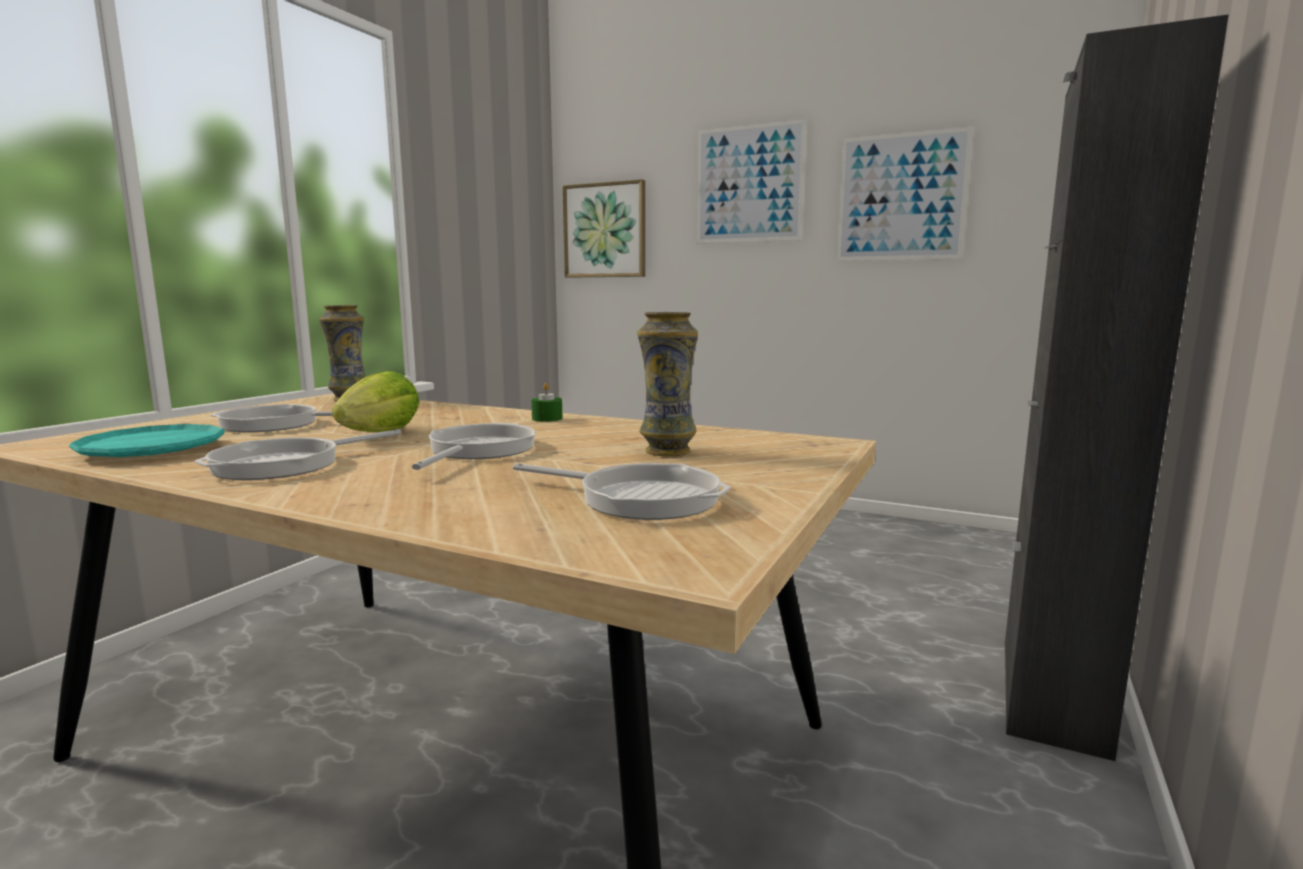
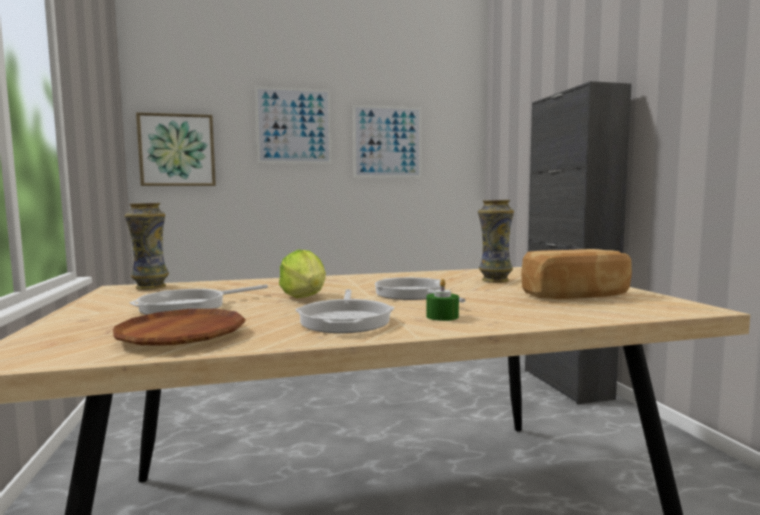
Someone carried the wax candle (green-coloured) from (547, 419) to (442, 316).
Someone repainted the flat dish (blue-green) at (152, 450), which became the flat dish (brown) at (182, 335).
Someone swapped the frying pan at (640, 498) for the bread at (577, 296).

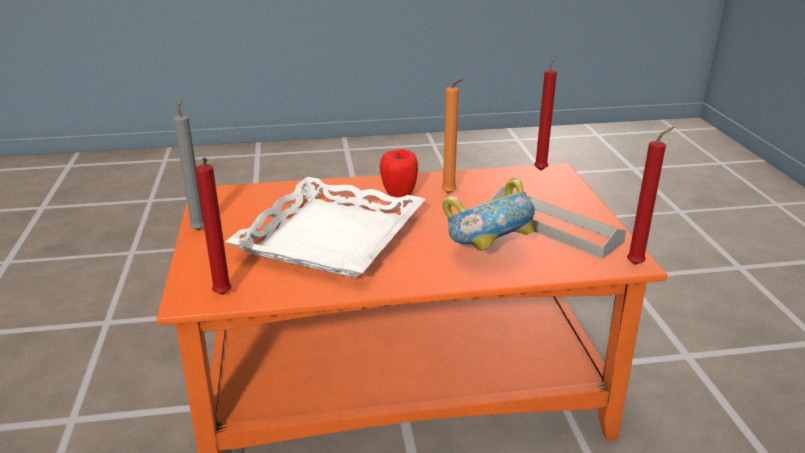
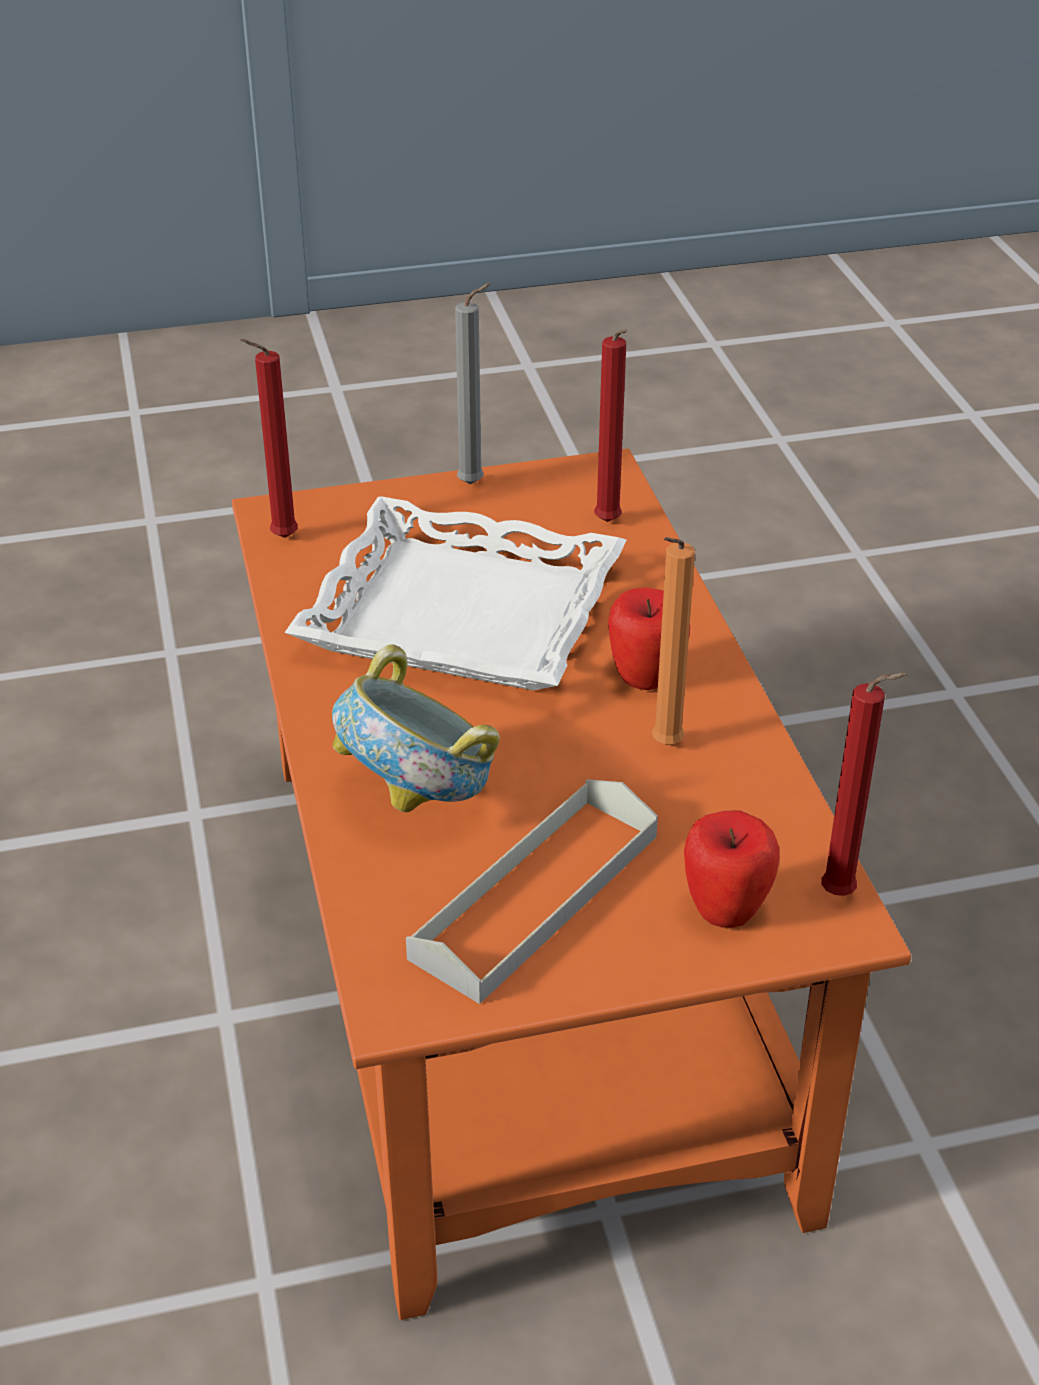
Someone carried the wax candle (red-coloured) from (637, 264) to (609, 524).
Someone put down the whole apple at (725, 911).

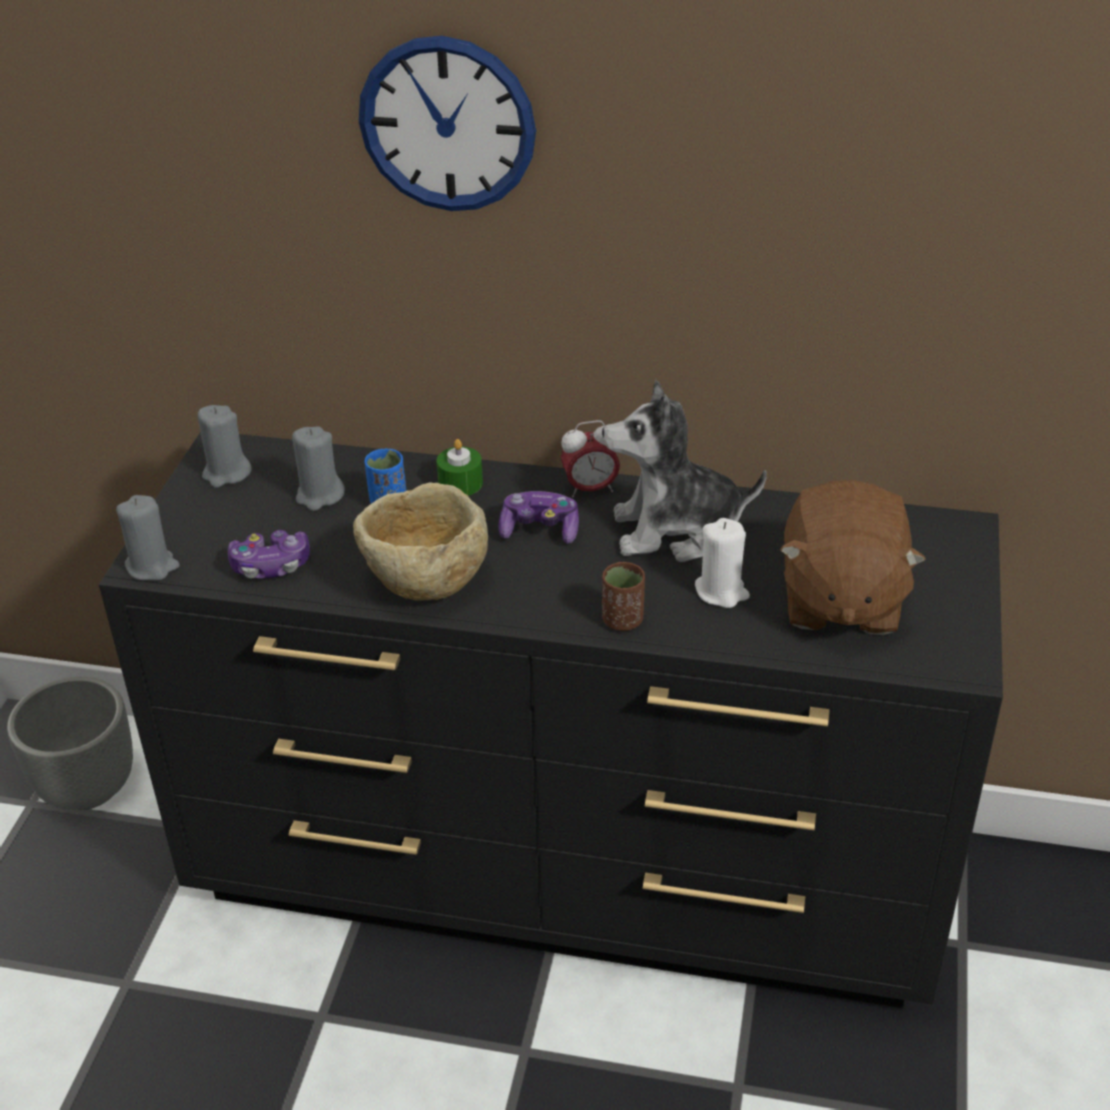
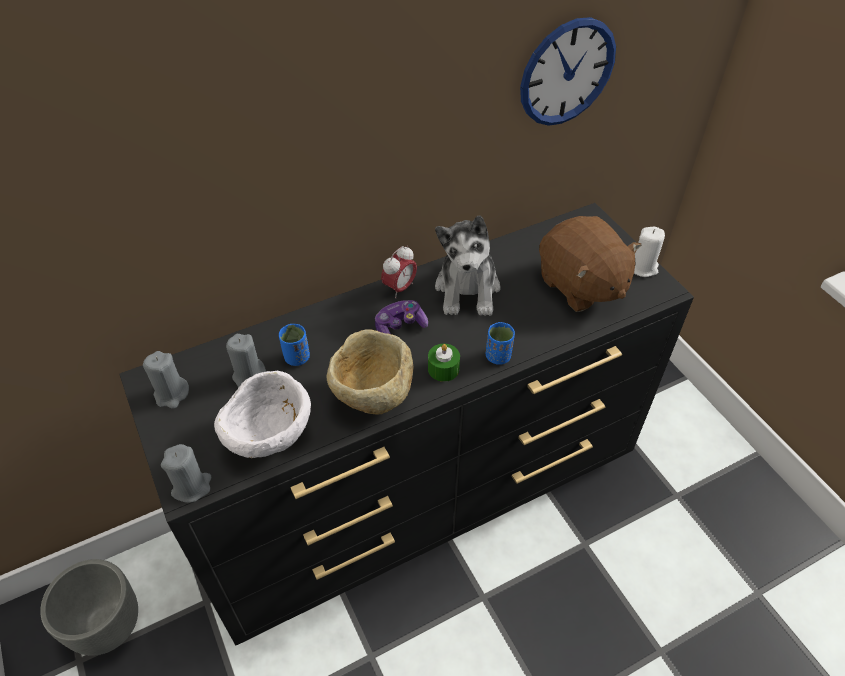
Someone carried the wall clock from (447, 124) to (567, 72).
Someone rotated the cuddly toy at (676, 530) by 45 degrees counterclockwise.
Someone carried the wax candle (green-coloured) from (460, 483) to (443, 369).
Someone carried the wax candle (white-coloured) from (721, 591) to (643, 267).
Someone swapped the game controller at (271, 566) for the serving bowl (white-coloured) at (270, 439).
Someone repainted the drinking cup (brown) at (622, 620), which became the drinking cup (bluish) at (498, 356).

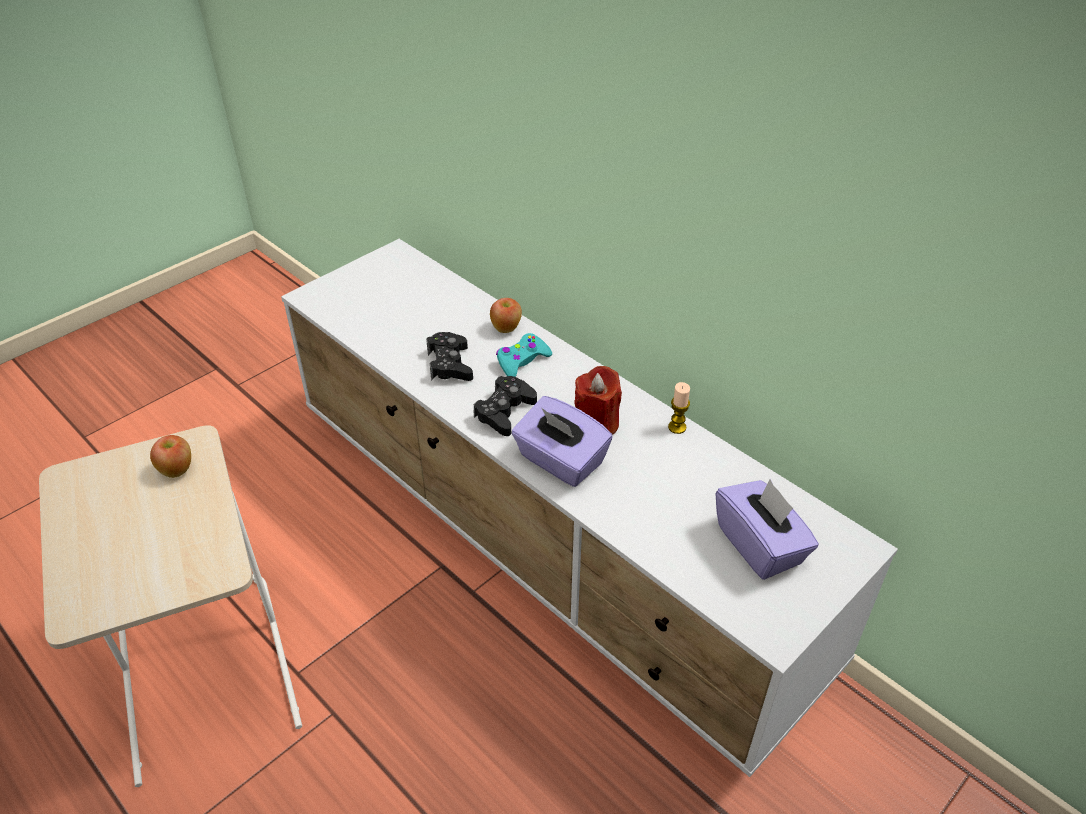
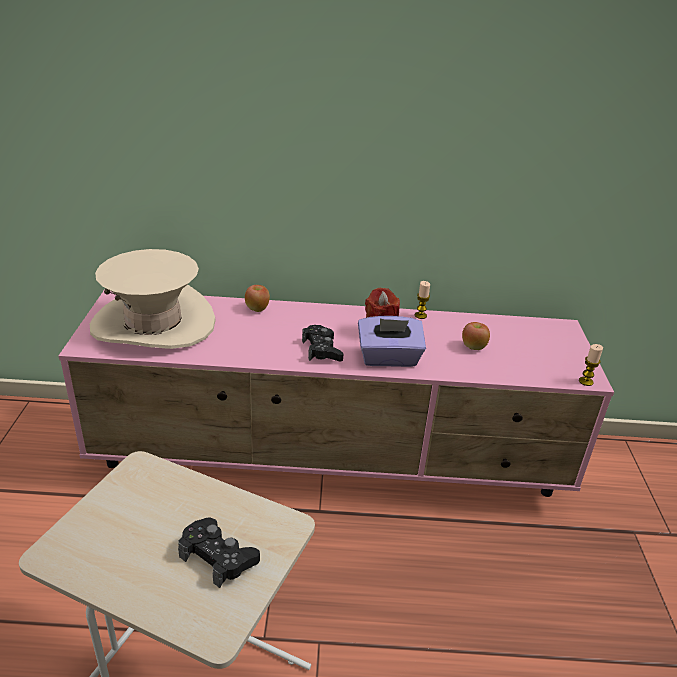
Someone repainted the media console (white-coloured) at (545, 549), which became the media console (pinkish) at (333, 461).
Someone carried the game controller (black) from (450, 364) to (218, 557).
Someone took away the game controller (blue-green) at (522, 361).
Someone carried the whole apple from (177, 470) to (473, 347).
Someone took away the tissue holder (purple) at (760, 545).
Someone put down the wearable hat (beige) at (153, 324).
Someone put down the wax candle at (585, 381).

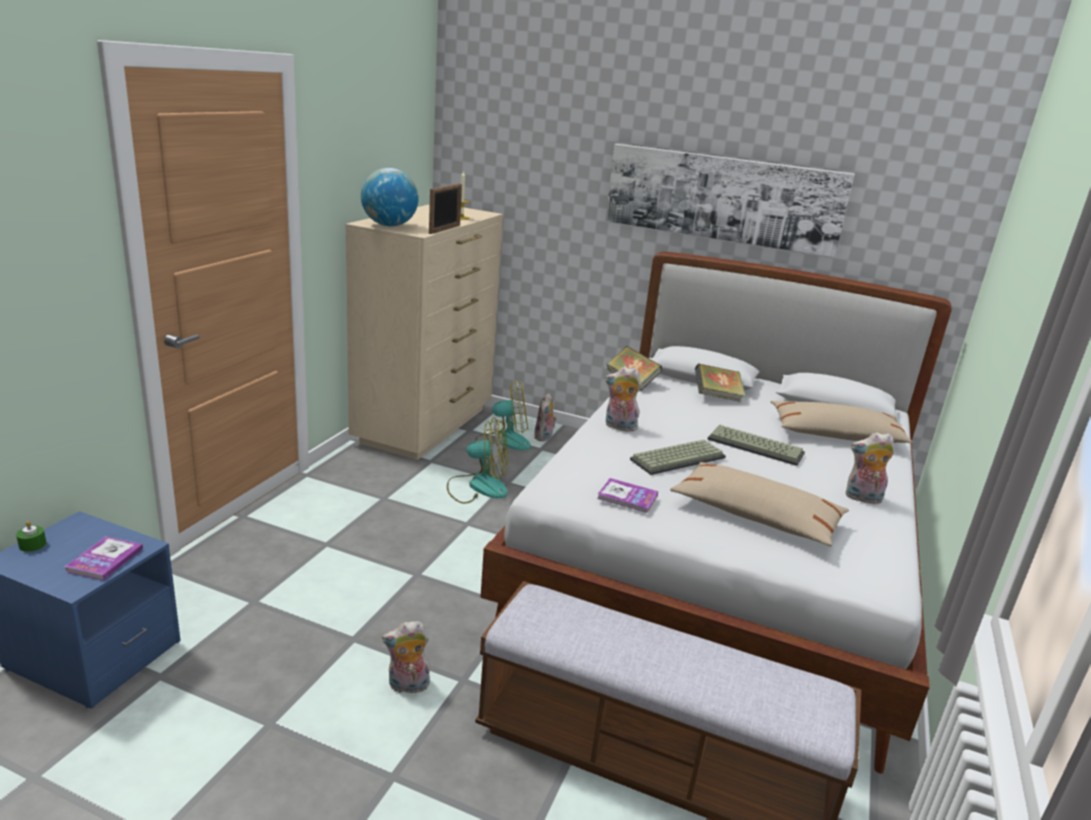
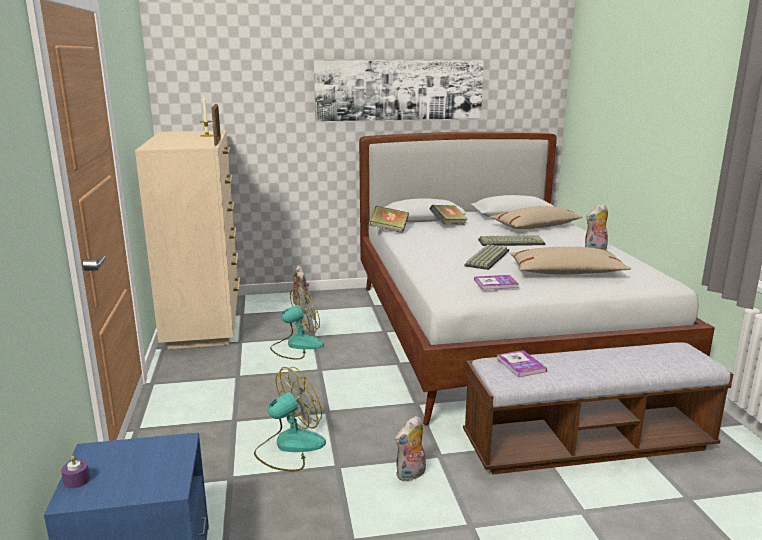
Someone took away the desk globe at (389, 225).
Someone took away the cuddly toy at (619, 427).
Someone carried the electric fan from (503, 442) to (289, 447).
Someone repainted the wax candle (green-coloured) at (32, 545), which became the wax candle (purple) at (77, 480).
Someone carried the bound book from (105, 560) to (520, 365).

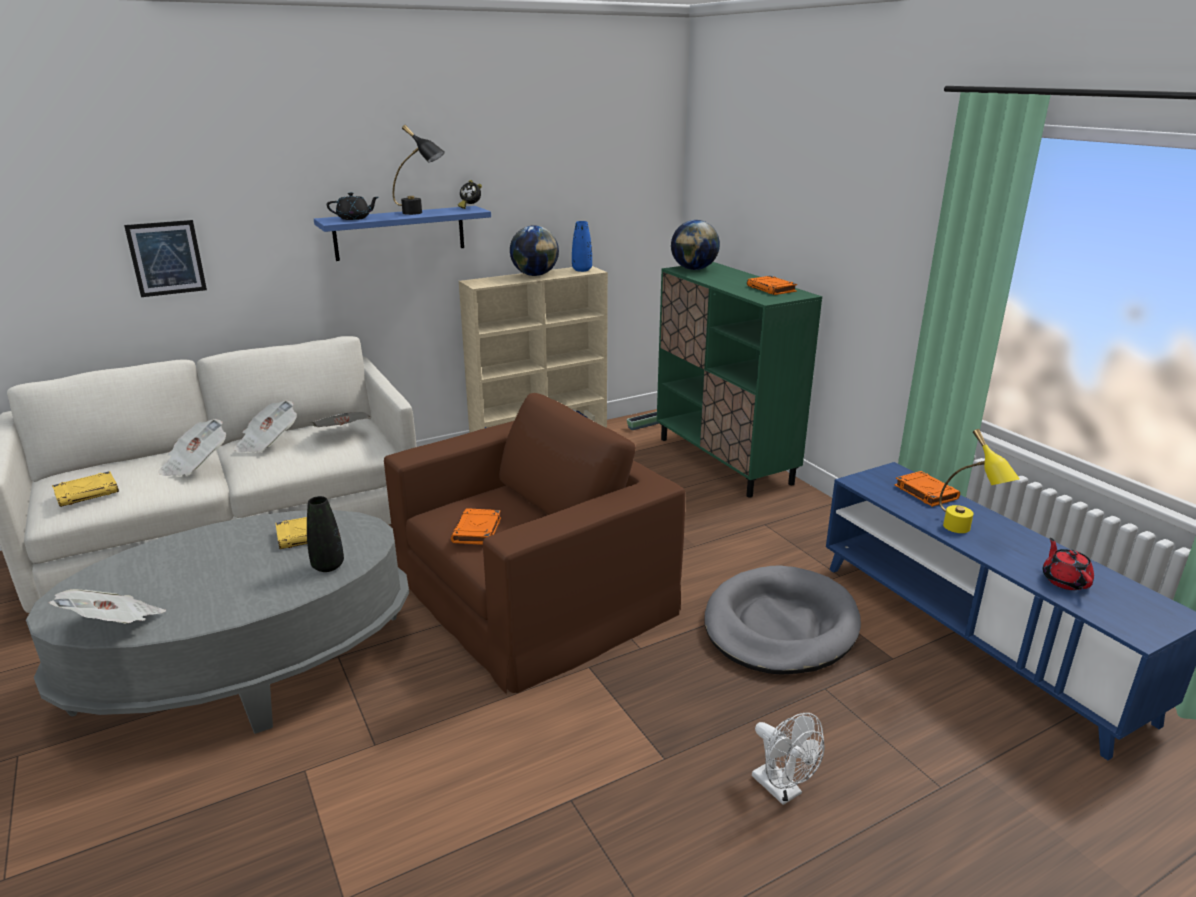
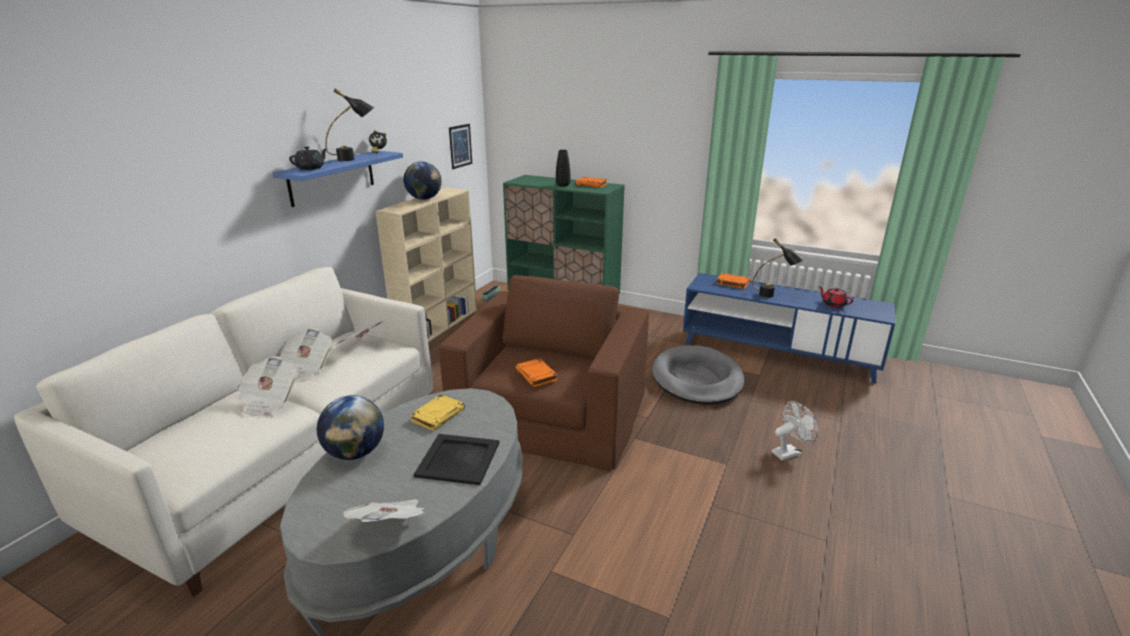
Someone carried the wall picture from (166, 258) to (460, 146).
Someone carried the desk globe from (694, 269) to (355, 452).
Someone took away the vase (bluish) at (582, 270).
Someone repainted the tabletop lamp (yellowish) at (966, 533), which became the tabletop lamp (black) at (773, 296).
Someone took away the bound book (yellowish) at (87, 493).
Someone carried the vase (black) from (328, 566) to (563, 185).
Someone rotated the electric fan (white-coloured) at (782, 790) by 45 degrees counterclockwise.
Someone put down the carrying tray (black) at (457, 459).

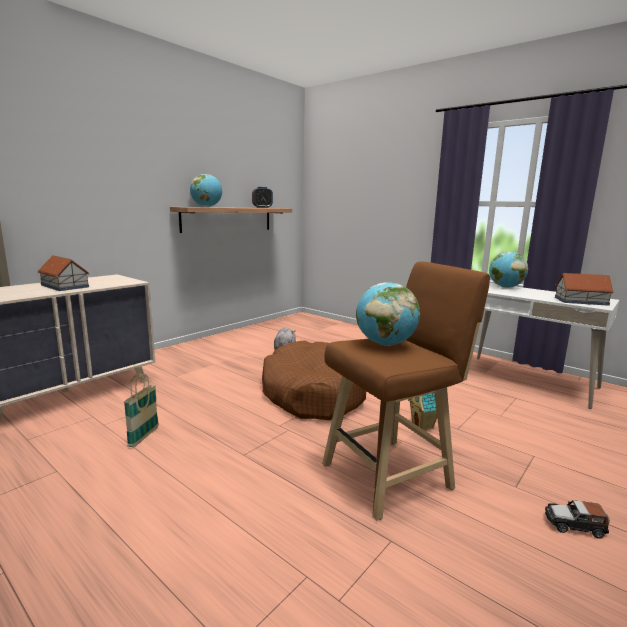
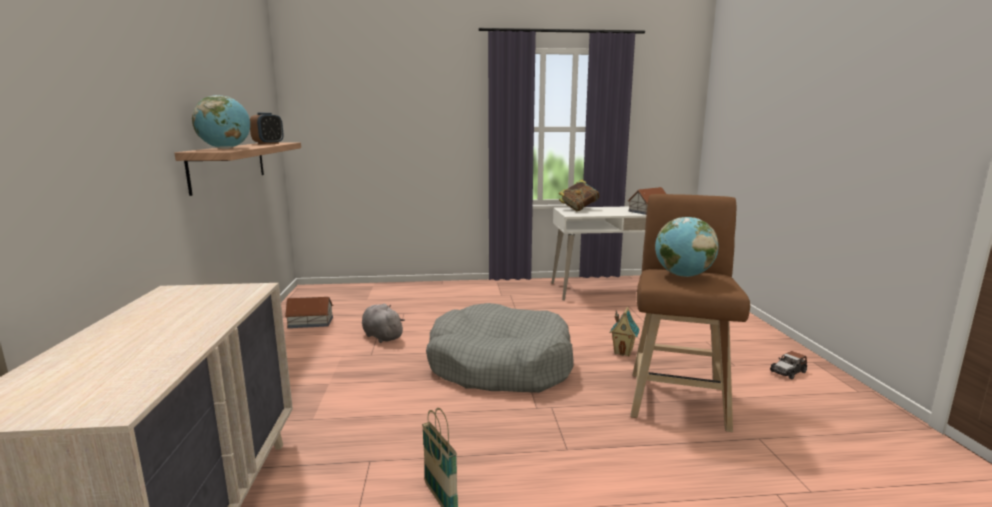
Someone swapped the desk globe at (505, 287) for the bound book at (578, 209).
Someone carried the model house from (65, 286) to (310, 322).
Someone repainted the dog cushion (brown) at (312, 393), which became the dog cushion (greyish) at (500, 365).

